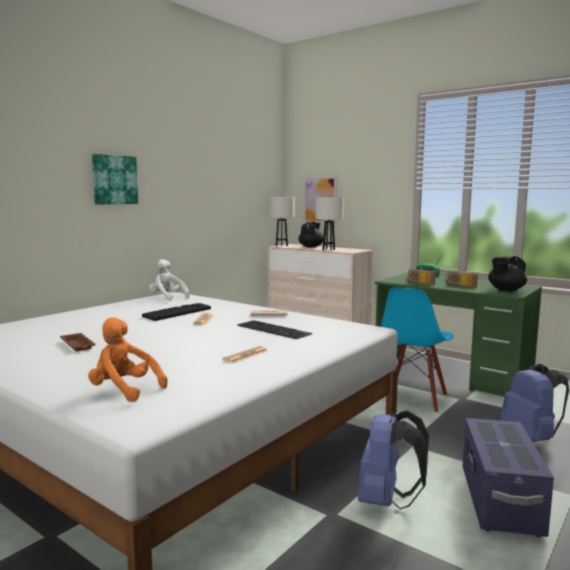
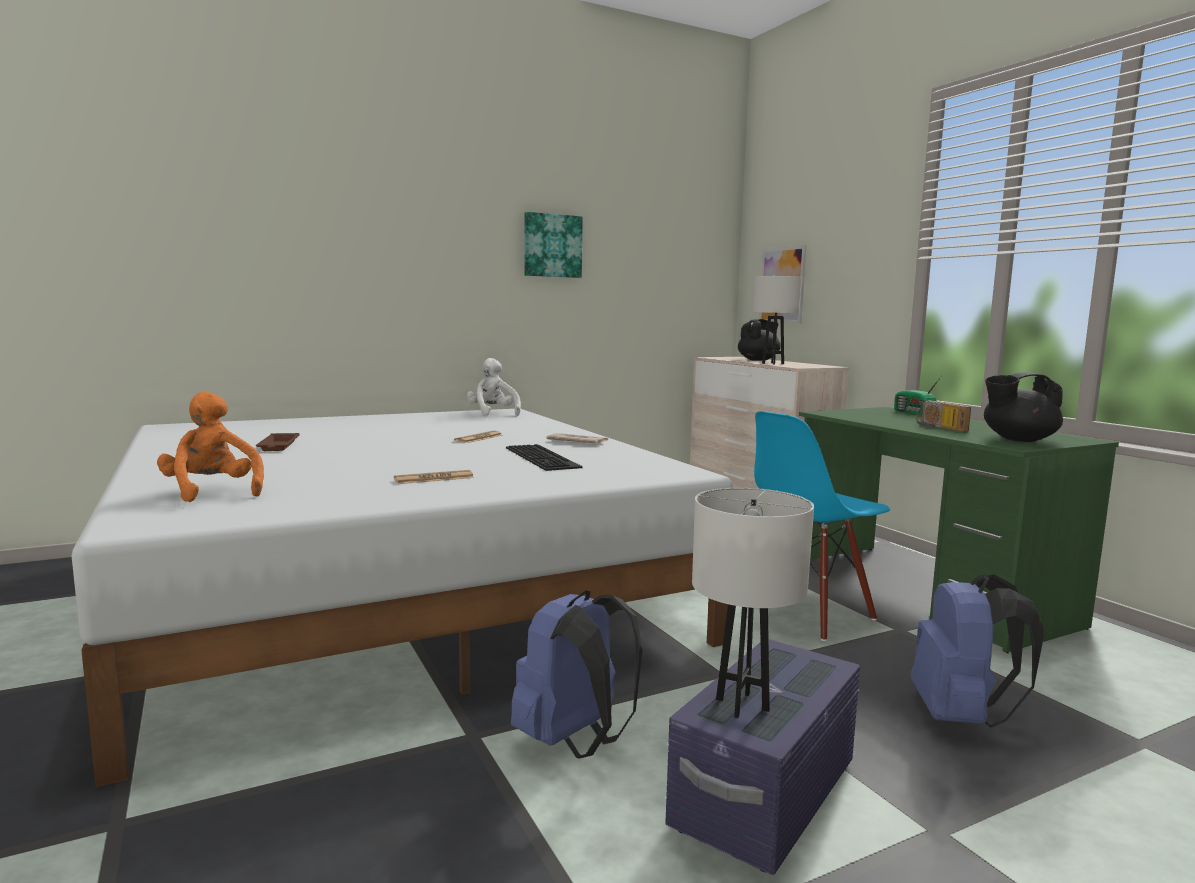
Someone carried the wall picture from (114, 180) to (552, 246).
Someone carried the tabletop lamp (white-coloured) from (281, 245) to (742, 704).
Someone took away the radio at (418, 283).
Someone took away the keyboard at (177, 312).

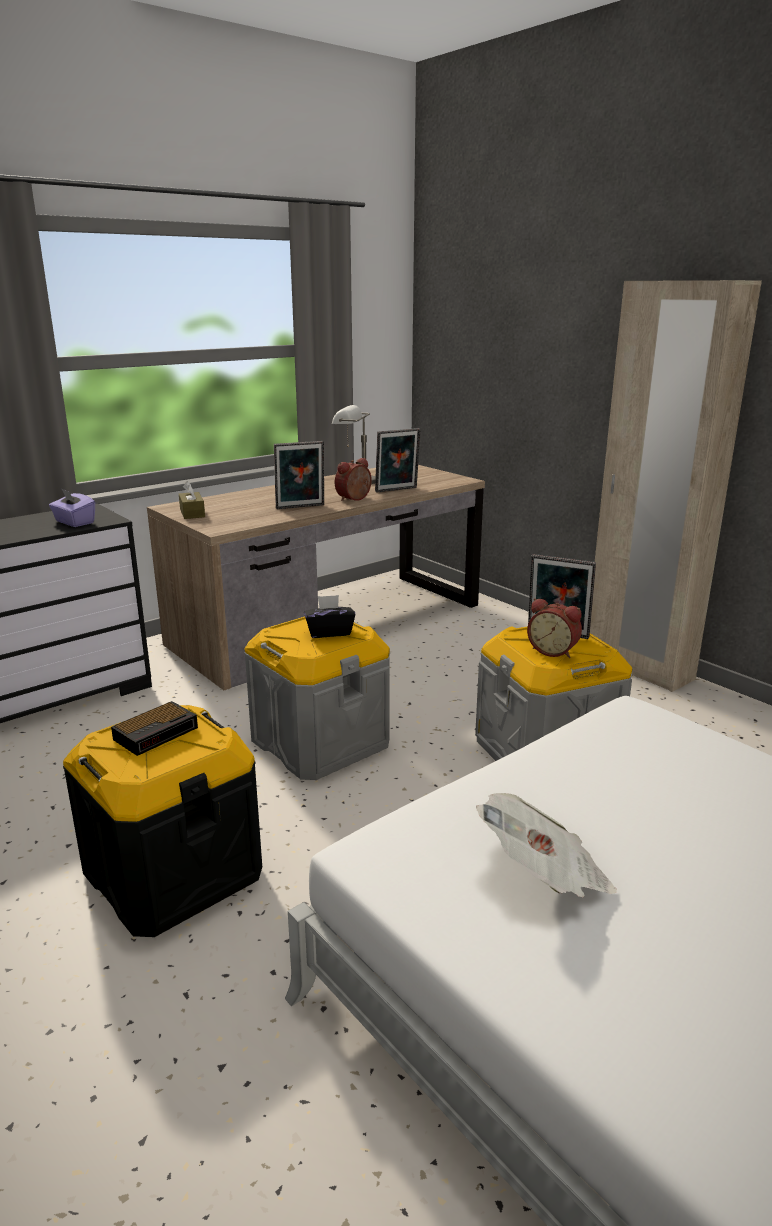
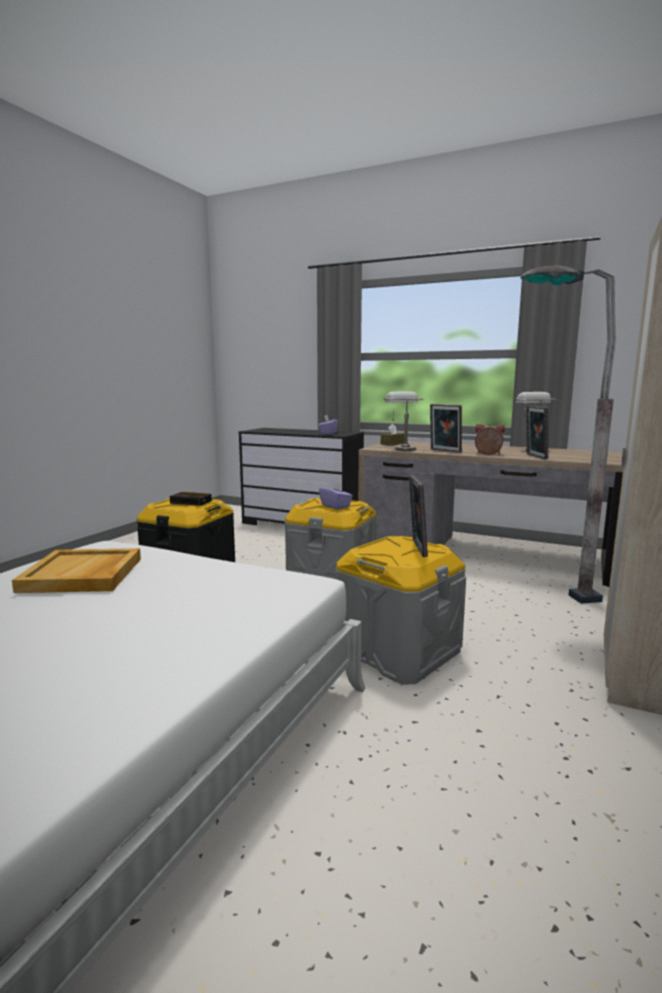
Someone rotated the standing frame at (397, 490) by 45 degrees clockwise.
Someone repainted the tissue holder (black) at (329, 632), which became the tissue holder (purple) at (335, 506).
Someone took away the bedside clock at (553, 651).
Someone swapped the printed paper at (544, 875) for the carrying tray (beige) at (83, 575).
Someone put down the standard lamp (greyish) at (540, 601).
Someone put down the tabletop lamp (greyish) at (401, 449).

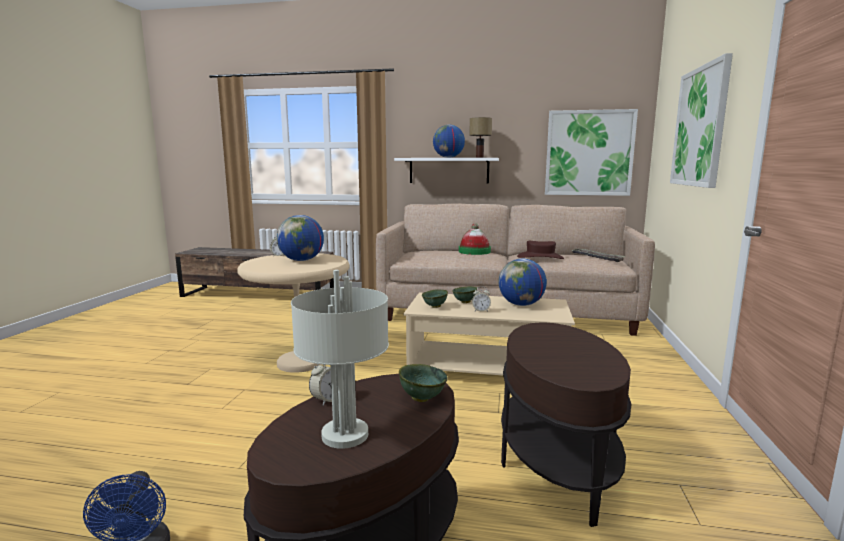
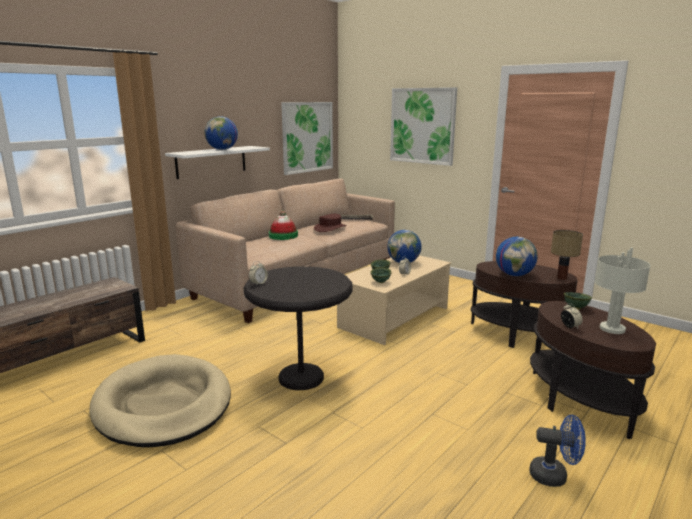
Someone carried the tabletop lamp from (479, 157) to (562, 278).
Someone carried the desk globe from (301, 260) to (514, 275).
Someone repainted the end table (beige) at (300, 363), which became the end table (black) at (301, 378).
Someone put down the dog cushion (beige) at (163, 405).

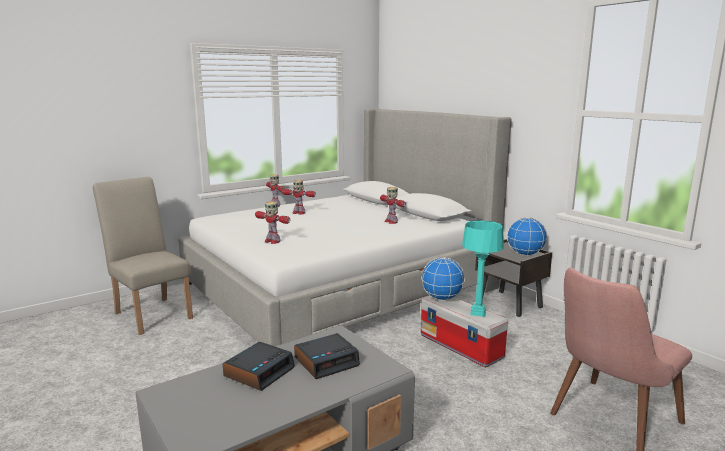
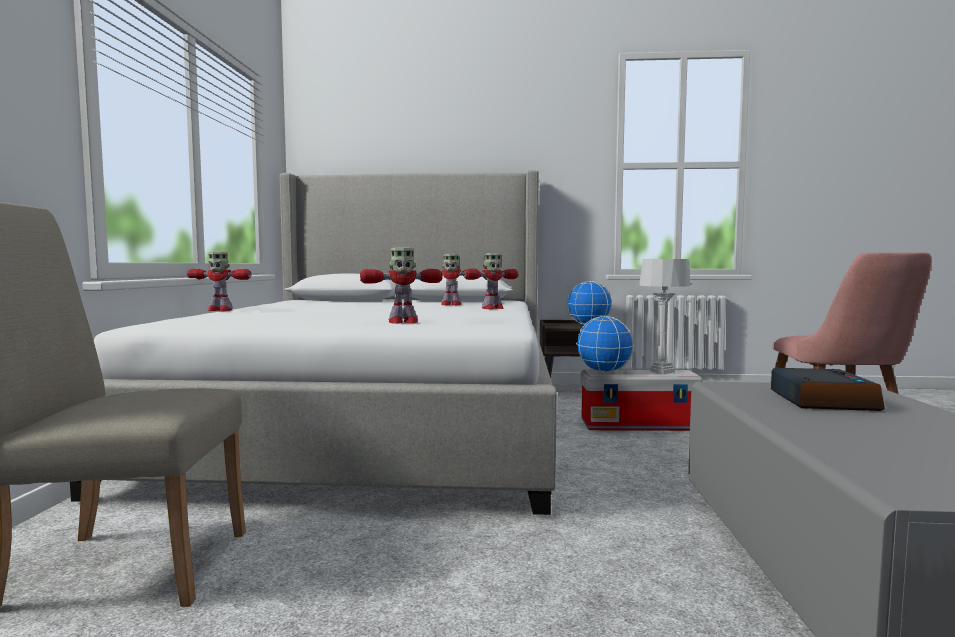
Someone carried the robot figure from (298, 213) to (492, 308).
Someone repainted the tabletop lamp (blue-green) at (478, 312), which became the tabletop lamp (greyish) at (662, 371).
Someone took away the bedside clock at (259, 372).

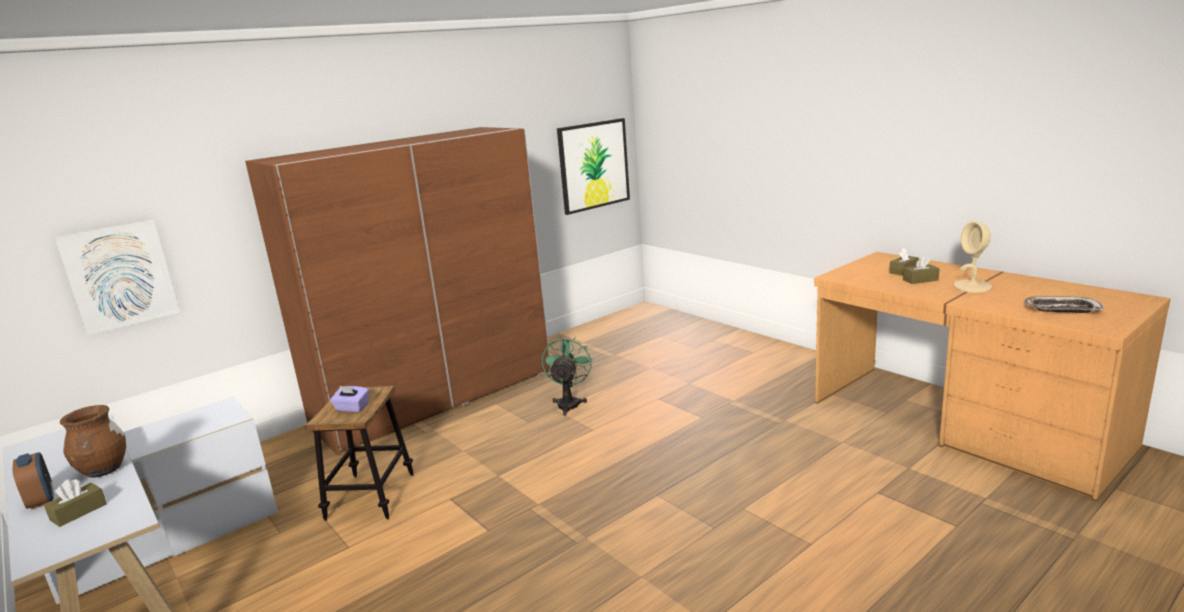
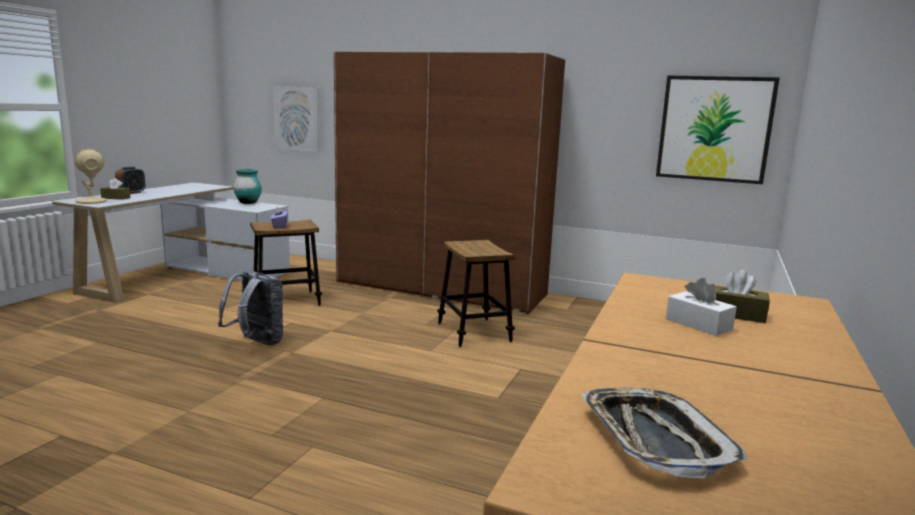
Someone carried the tabletop lamp (beige) from (972, 287) to (91, 201).
Someone repainted the tissue holder (brown) at (920, 280), which became the tissue holder (white-coloured) at (698, 324).
Someone swapped the electric fan (green-coloured) at (569, 403) for the stool seat at (473, 332).
Someone took away the vase (brown) at (104, 470).
Someone put down the vase (blue-green) at (248, 202).
Someone put down the knapsack (greyish) at (256, 343).

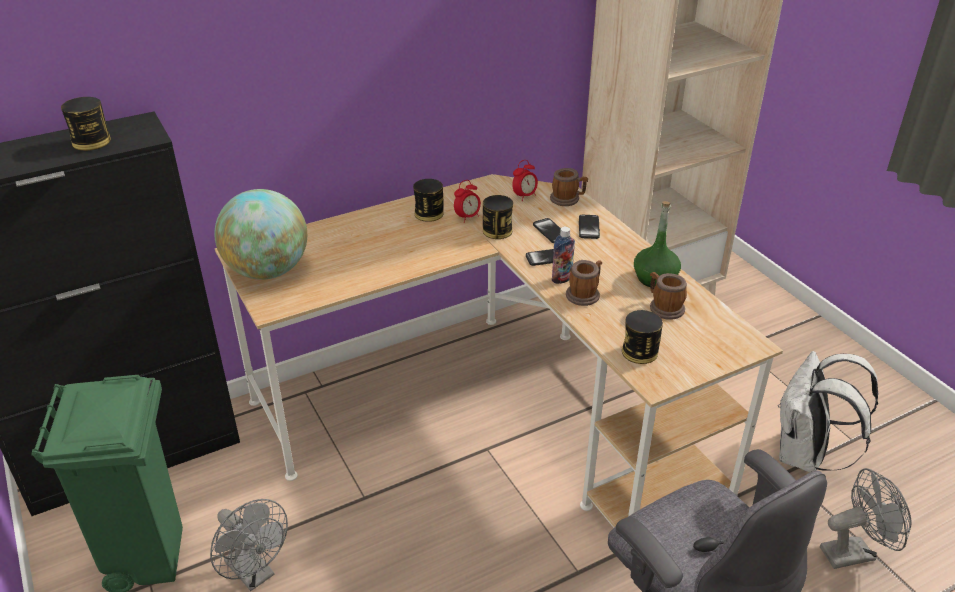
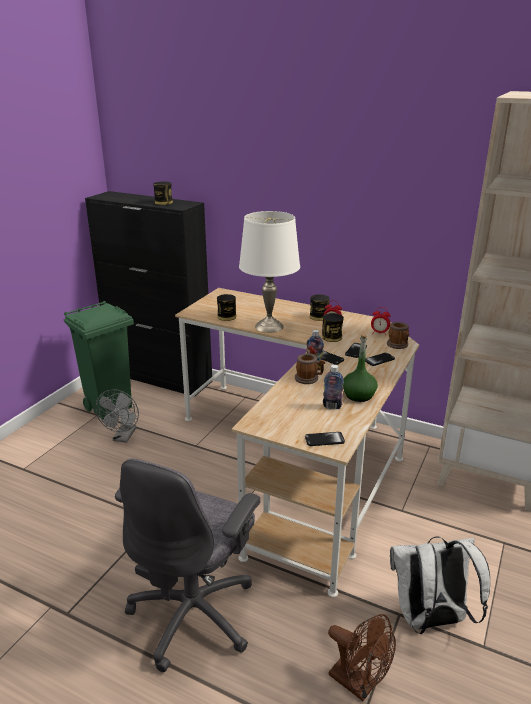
Someone took away the desk globe at (267, 271).
Someone swapped the mug at (663, 307) for the beverage bottle at (332, 406).
Someone carried the can from (639, 352) to (226, 317).
Someone repainted the electric fan (greyish) at (854, 552), which became the electric fan (brown) at (359, 684).
Someone put down the tabletop lamp (white-coloured) at (269, 326).
Someone put down the telephone at (324, 440).

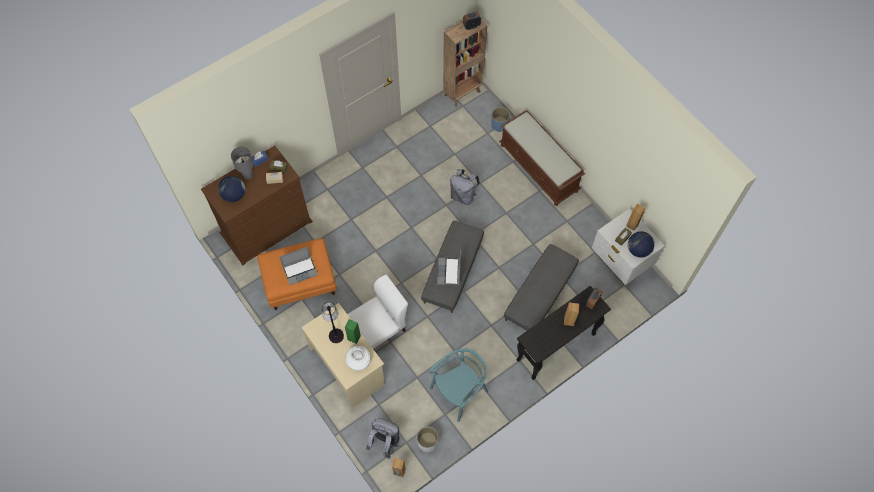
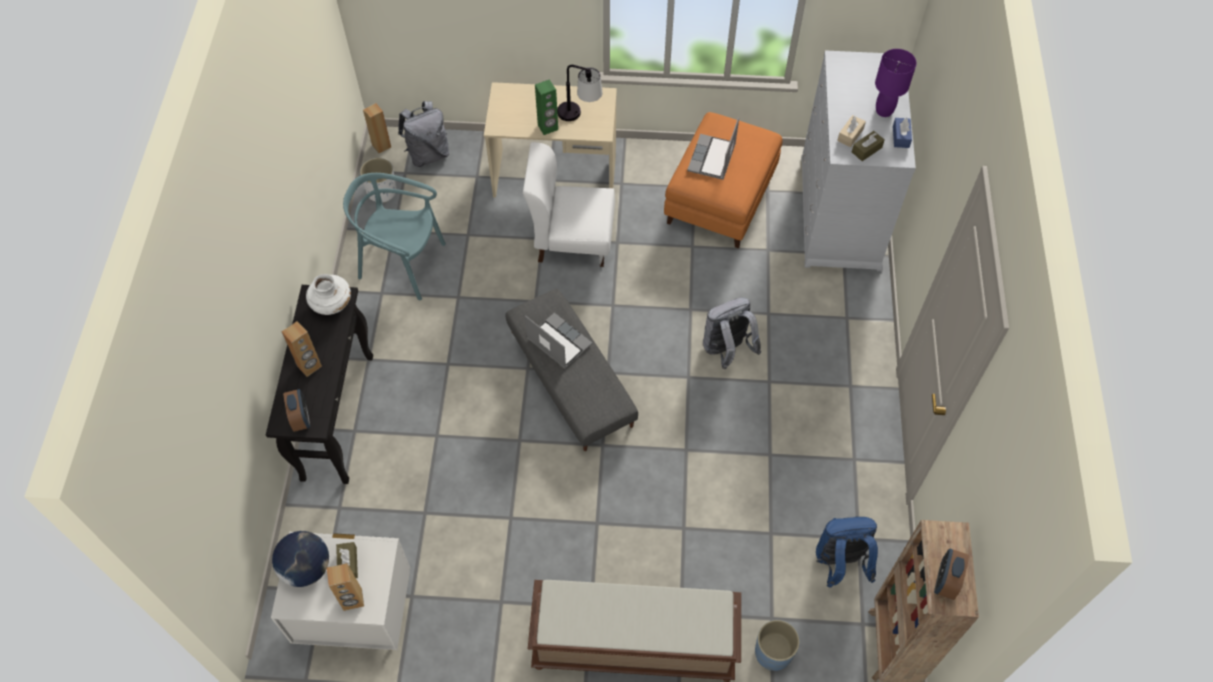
Someone repainted the dresser (brown) at (266, 227), which became the dresser (white-coloured) at (840, 212).
Someone repainted the tabletop lamp (greyish) at (248, 175), which became the tabletop lamp (purple) at (884, 111).
Someone carried the knapsack (greyish) from (463, 195) to (726, 350).
Someone took away the desk globe at (234, 195).
Someone took away the pouffe (greyish) at (540, 294).
Someone rotated the upright chair (white-coloured) at (379, 328) by 90 degrees clockwise.
Someone carried the vase (white-coloured) from (359, 361) to (331, 304).
Someone rotated the upright chair (blue-green) at (459, 392) by 105 degrees clockwise.
Someone put down the knapsack (bluish) at (840, 563).

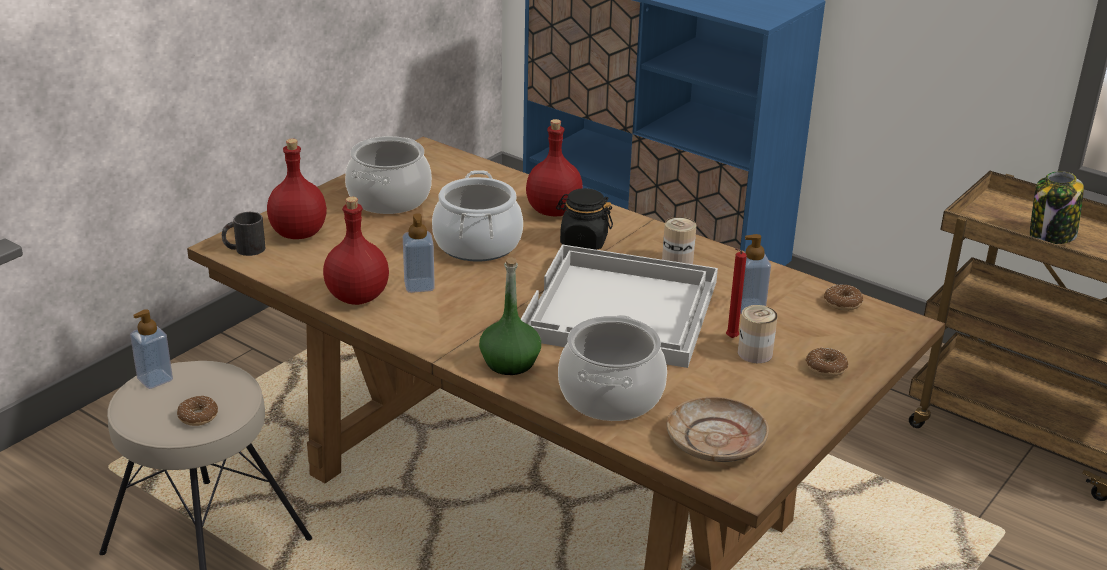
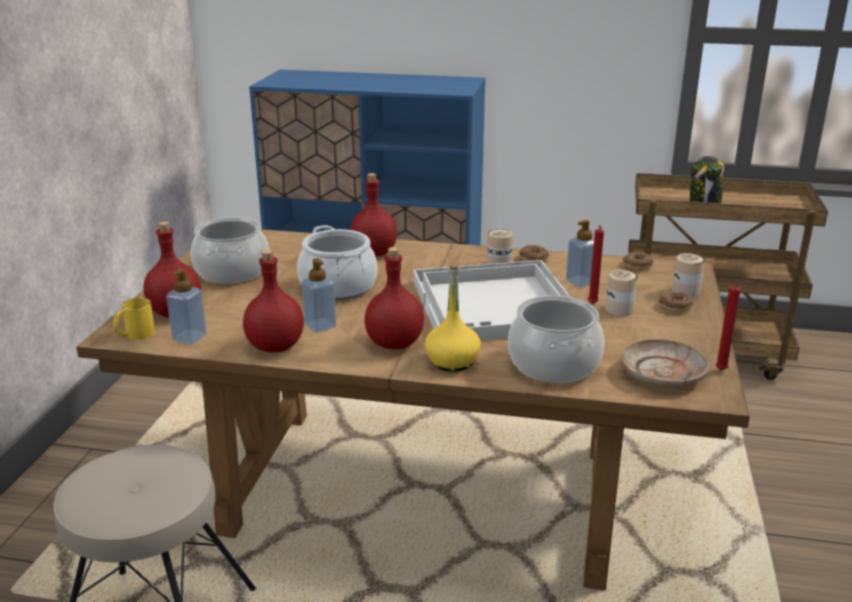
Someone took away the preserve jar (black) at (583, 241).
Someone repainted the mug (black) at (244, 249), which became the mug (yellowish) at (135, 335).
Someone repainted the beverage bottle (green-coloured) at (510, 363), which became the beverage bottle (yellowish) at (452, 361).
Someone carried the soap bottle from (155, 379) to (189, 337).
Someone carried the ring doughnut from (198, 416) to (533, 259).
Someone put down the beverage bottle (red-coloured) at (395, 343).
Someone put down the can at (685, 292).
Someone put down the wax candle (red-coloured) at (723, 371).

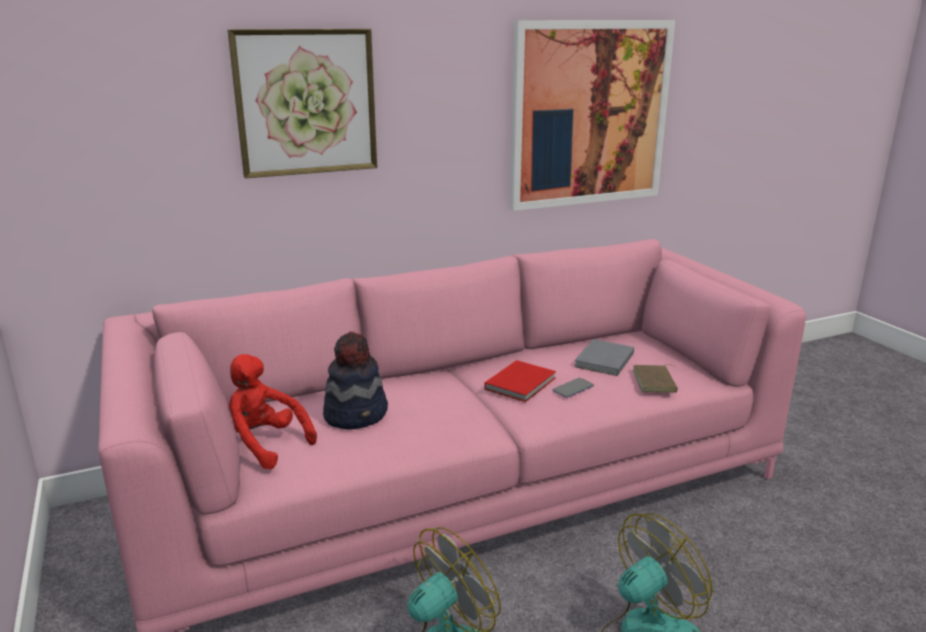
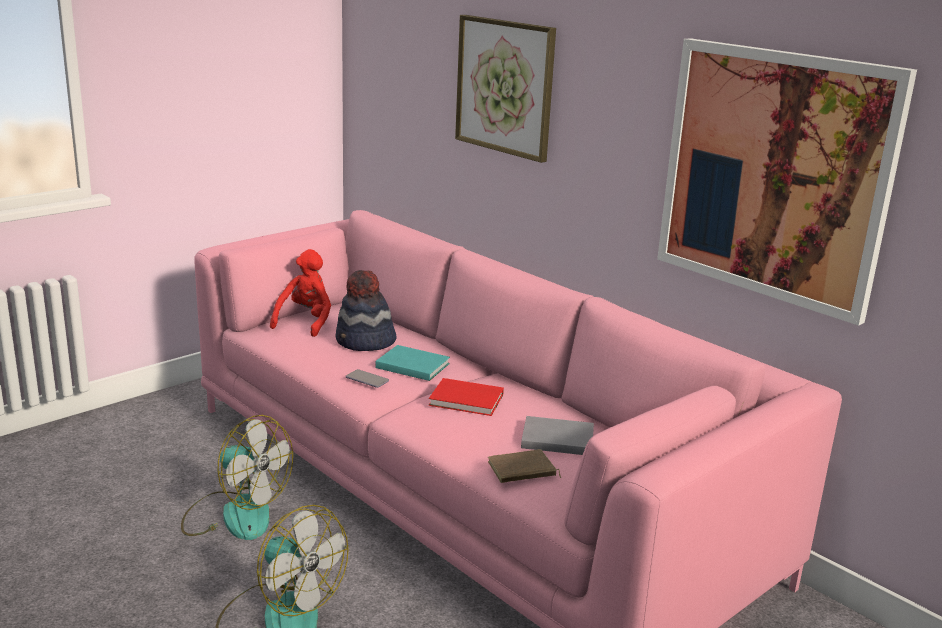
Someone carried the telephone from (573, 388) to (367, 379).
Someone put down the bound book (blue-green) at (411, 365).

